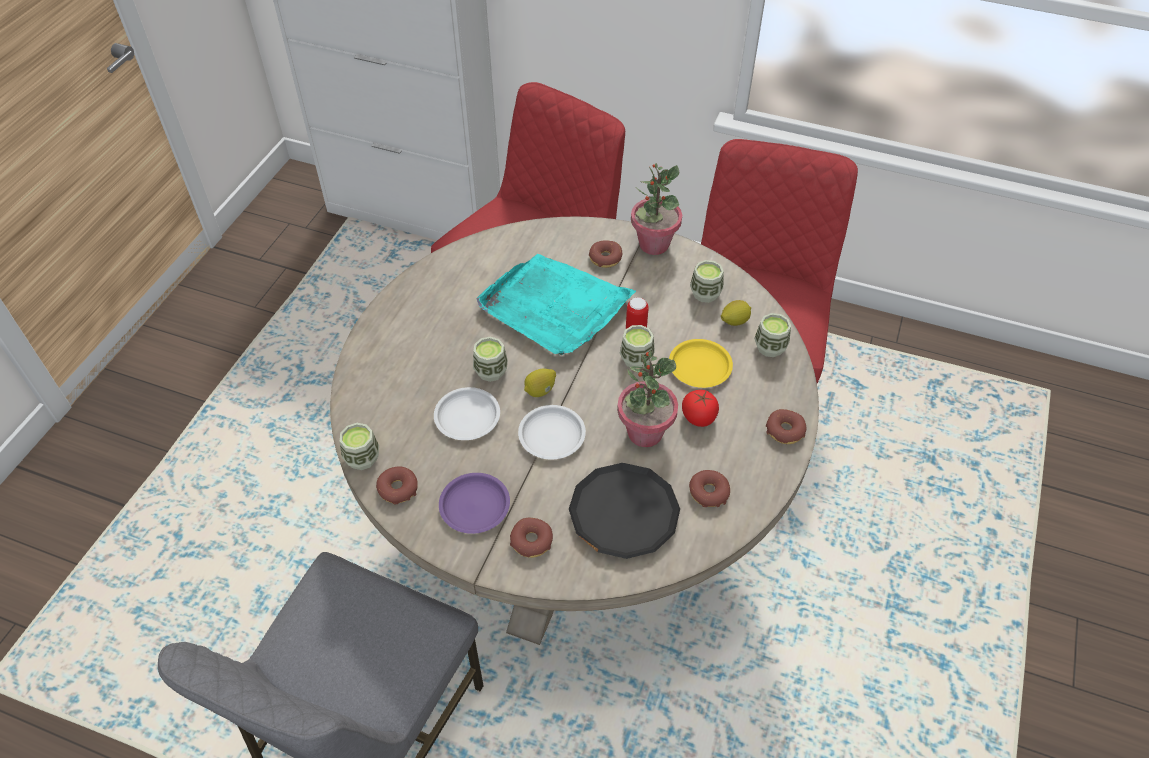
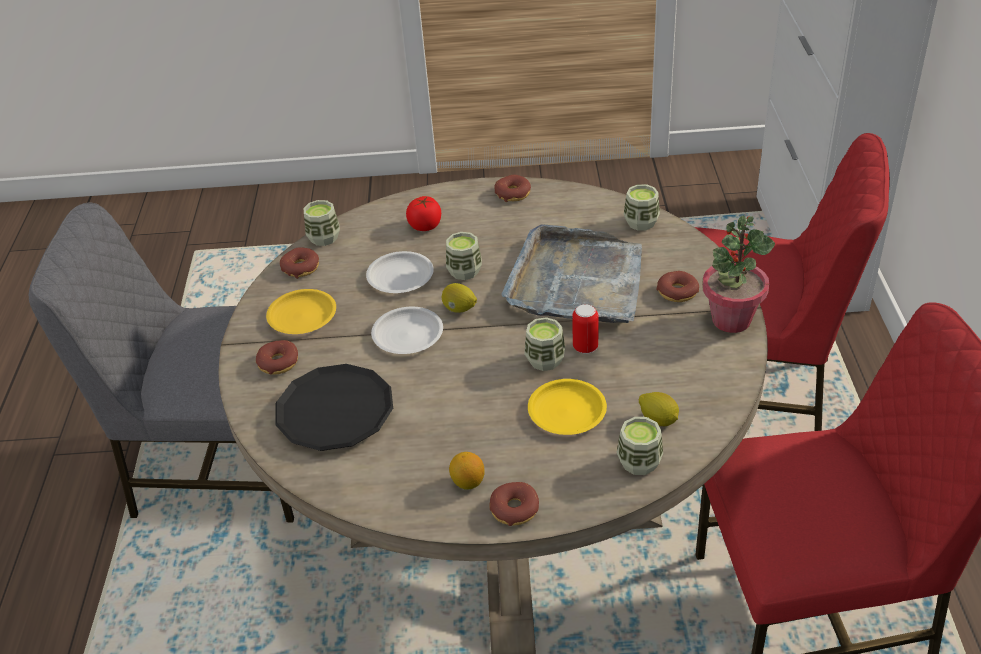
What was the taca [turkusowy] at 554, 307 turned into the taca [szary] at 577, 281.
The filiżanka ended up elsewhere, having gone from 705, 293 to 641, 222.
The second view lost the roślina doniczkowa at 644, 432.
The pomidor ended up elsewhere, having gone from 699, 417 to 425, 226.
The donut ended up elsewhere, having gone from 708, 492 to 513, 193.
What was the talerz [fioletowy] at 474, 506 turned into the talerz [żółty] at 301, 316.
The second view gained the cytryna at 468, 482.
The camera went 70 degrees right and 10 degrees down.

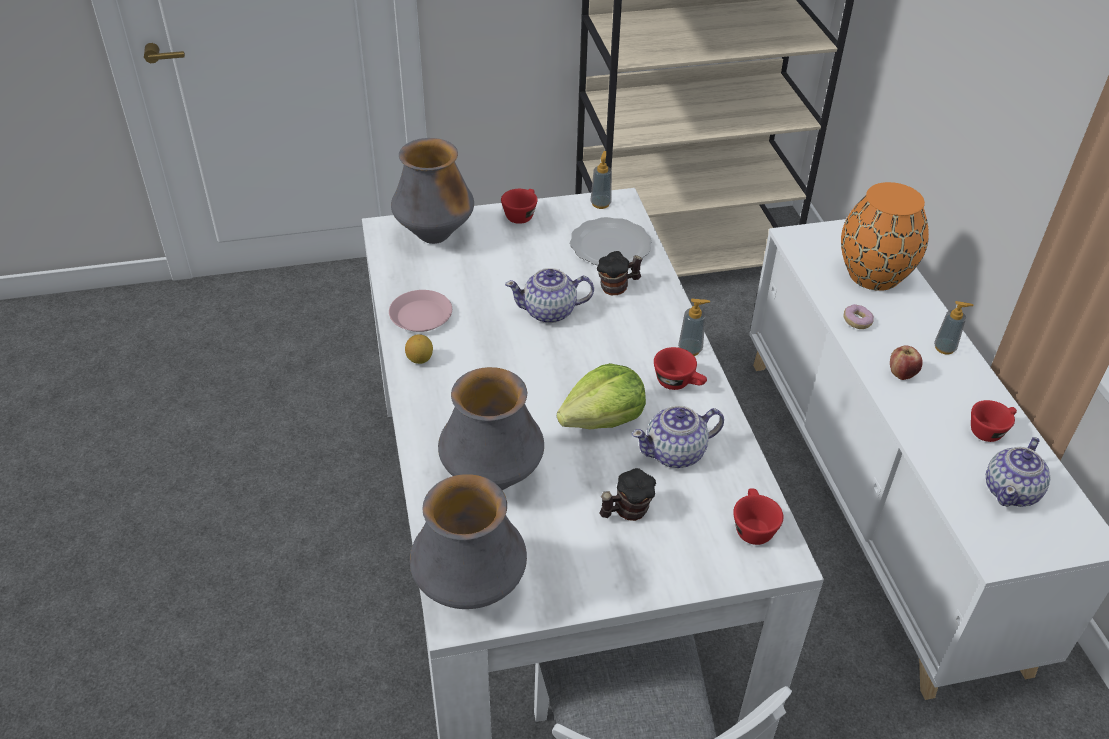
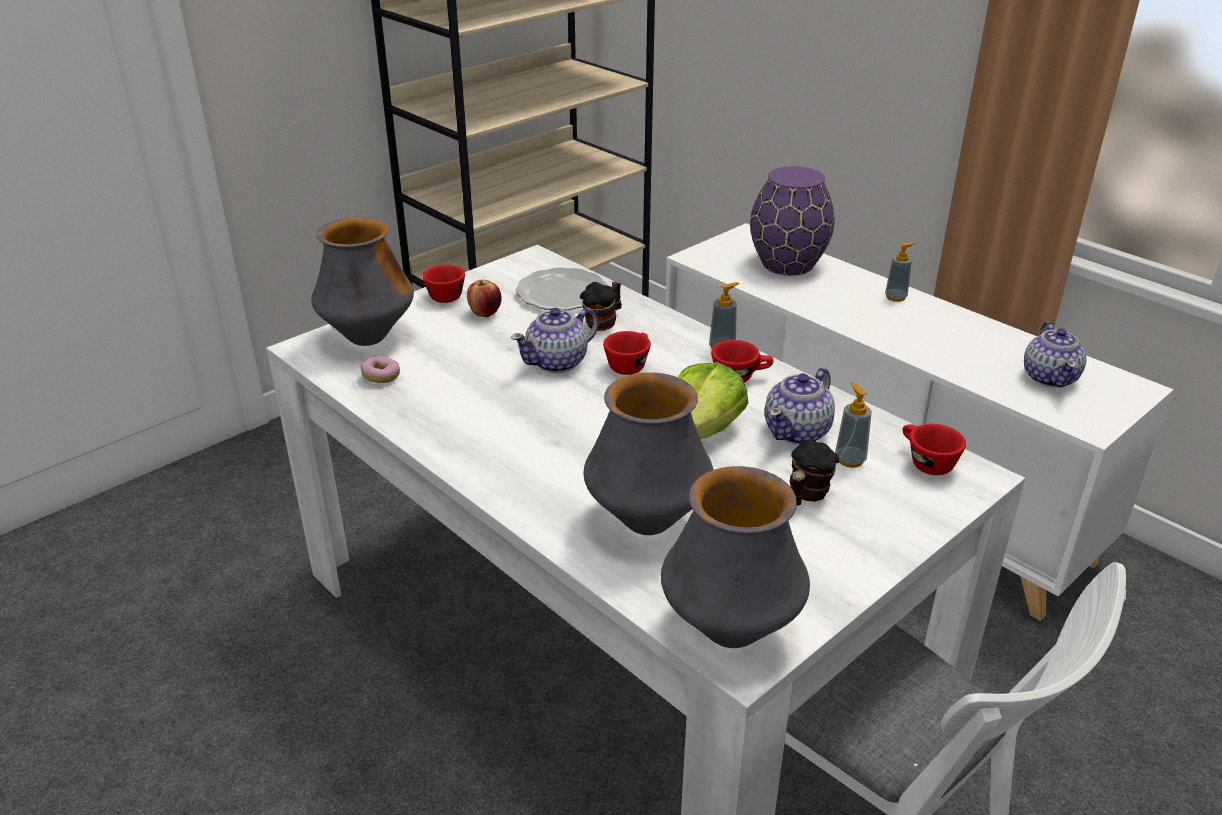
The dozownik mydła ended up elsewhere, having gone from 600, 204 to 850, 460.
What was the wazon [pomarańczowy] at 874, 275 turned into the wazon [fioletowy] at 788, 264.
The second view lost the talerz [różowy] at 420, 316.
The donut ended up elsewhere, having gone from 857, 322 to 381, 377.
The second view lost the cytryna at 420, 359.
The jabłko ended up elsewhere, having gone from 901, 374 to 485, 313.
The filiżanka [czerwony] ended up elsewhere, having gone from 989, 430 to 629, 365.
The camera went 30 degrees left and 10 degrees down.

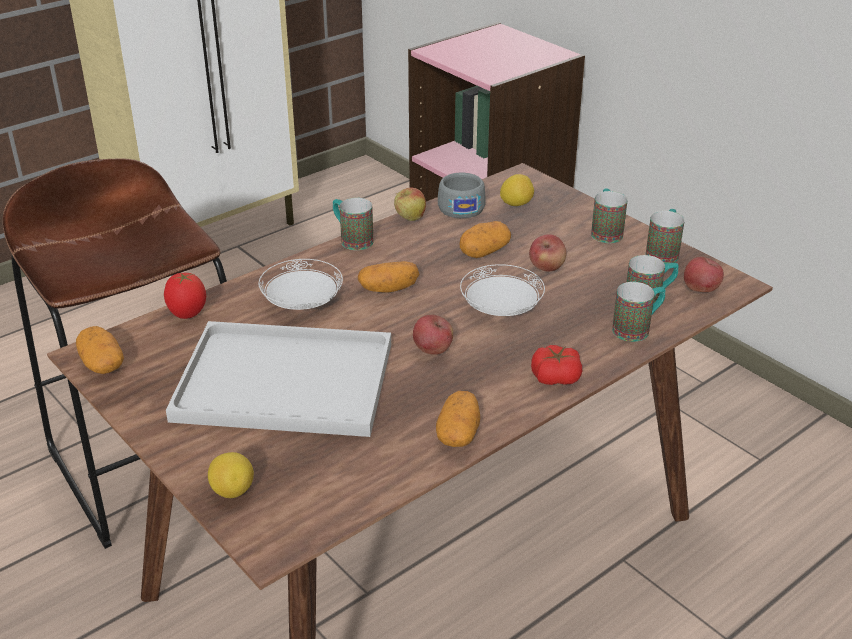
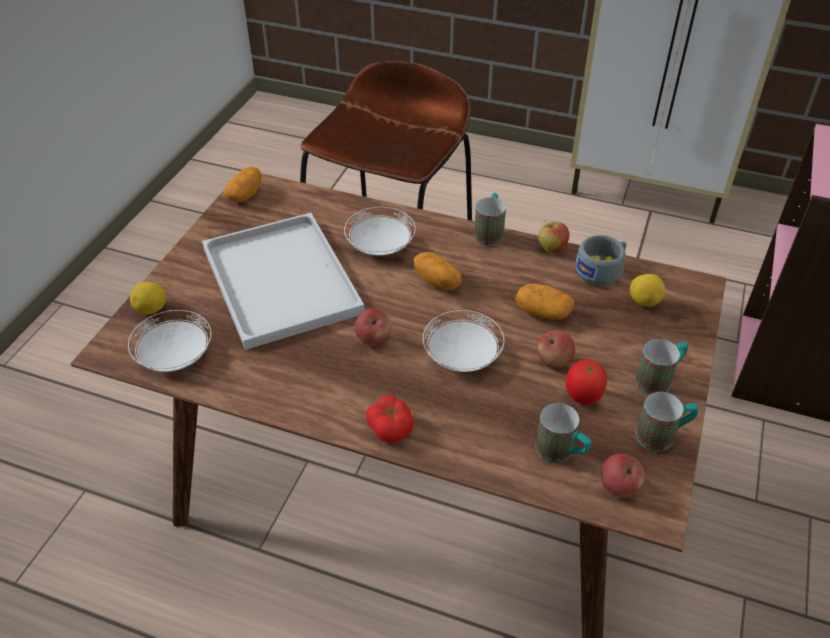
The pomidor ended up elsewhere, having gone from 187, 314 to 582, 397.
The second view lost the kubek at 637, 329.
The second view lost the ziemniak at 458, 433.
The second view gained the talerz [biały] at 174, 356.
The camera went 60 degrees right and 10 degrees up.

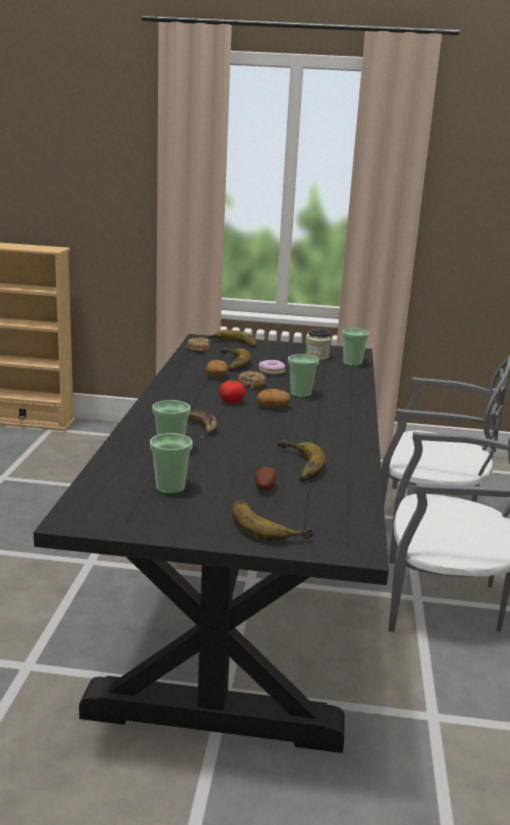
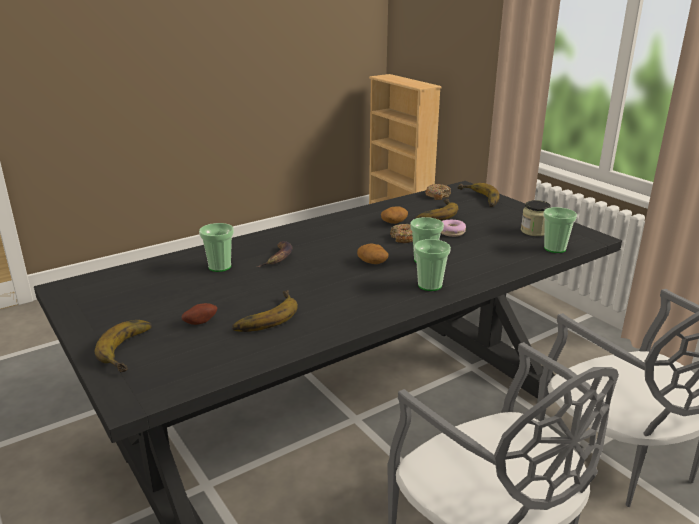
The second view lost the pomidor at 231, 402.
The filiżanka ended up elsewhere, having gone from 170, 488 to 430, 285.
The camera went 50 degrees right and 5 degrees up.

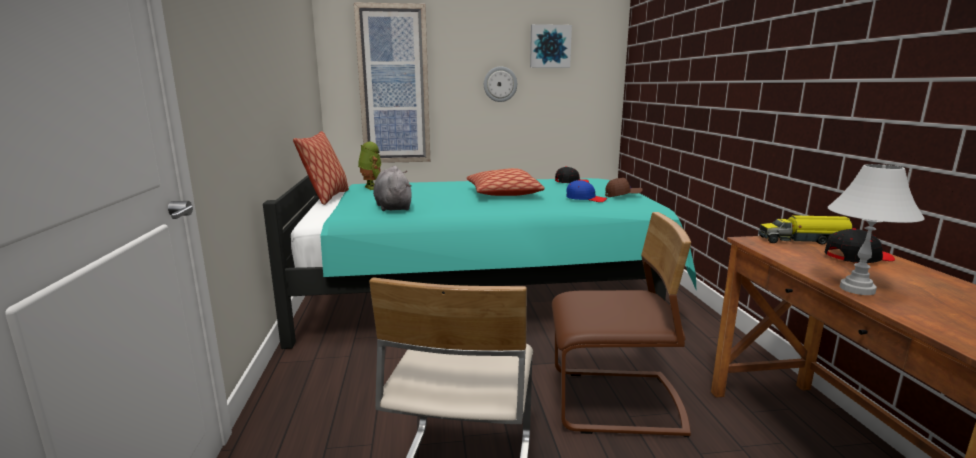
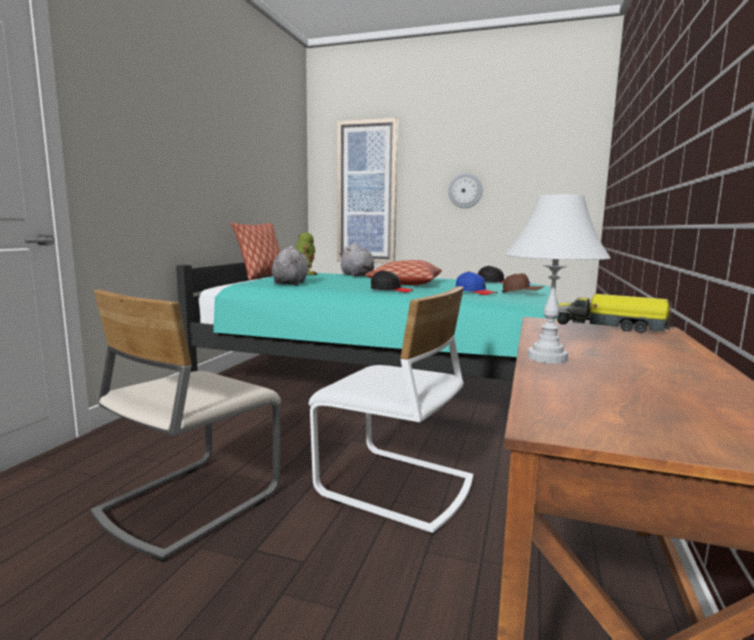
The second view lost the obraz at 550, 46.
What was the krzesło [brązowy] at 615, 403 turned into the krzesło [biały] at 395, 488.
The czapka z daszkiem [czarny] ended up elsewhere, having gone from 857, 257 to 391, 290.
The second view gained the pluszak [szary] at 357, 276.
The camera went 25 degrees right and 5 degrees down.

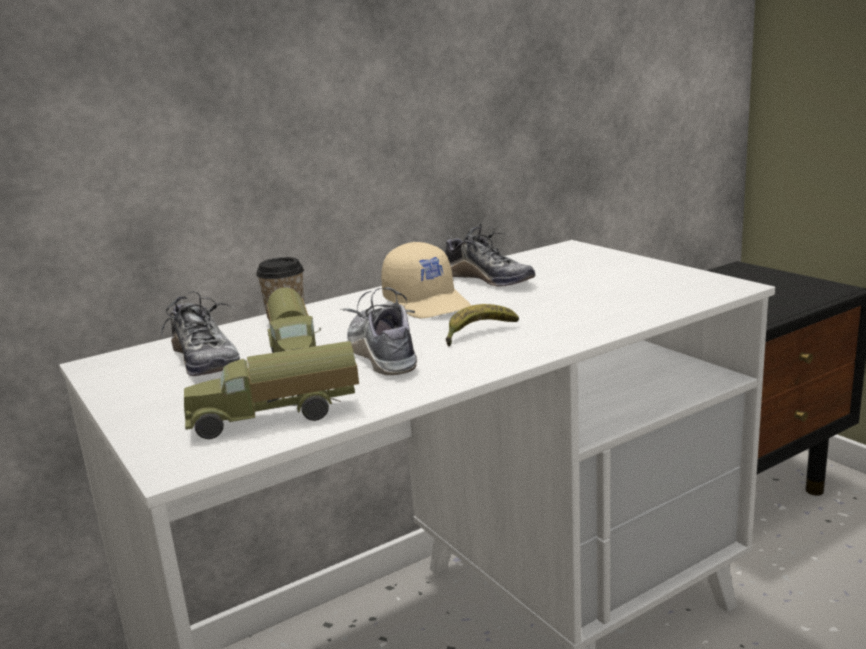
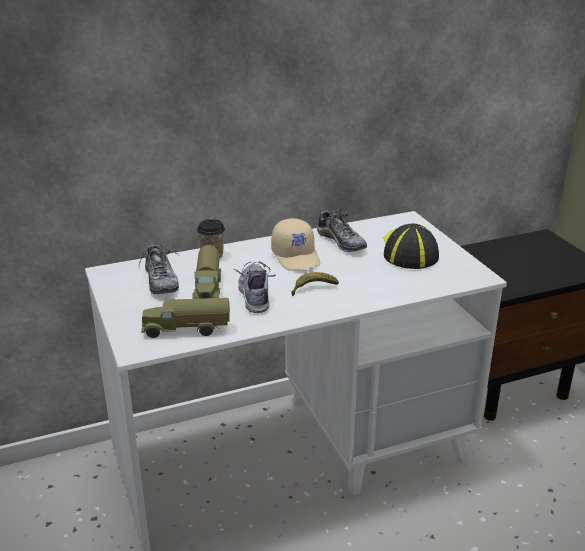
The second view gained the czapka z daszkiem at 408, 251.
The camera went 10 degrees right and 10 degrees up.

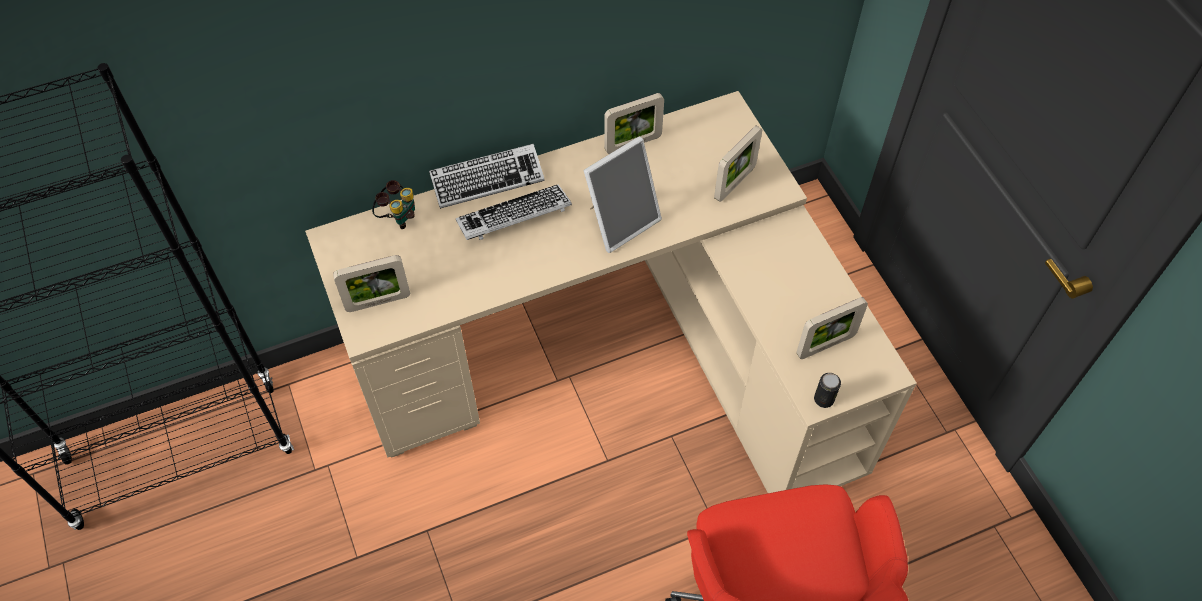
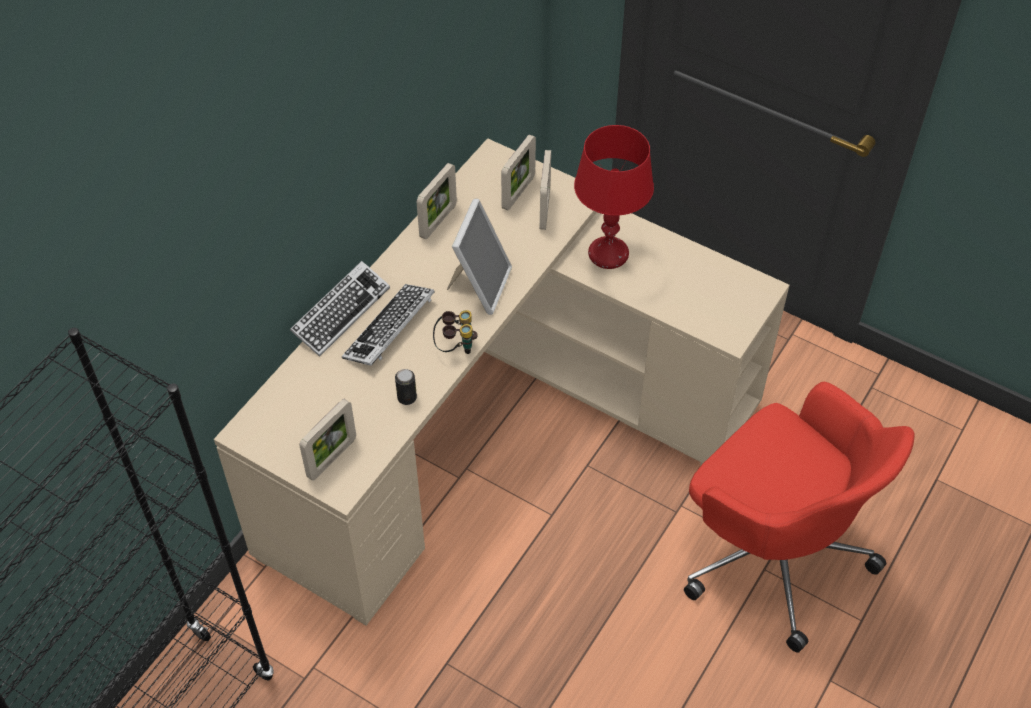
The lornetka ended up elsewhere, having gone from 398, 217 to 455, 346.
The ramka na zdjęcie ended up elsewhere, having gone from 825, 345 to 518, 192.
The puszka ended up elsewhere, having gone from 824, 399 to 407, 398.
The second view gained the lampa stołowa [czerwony] at 607, 254.
The camera went 35 degrees left and 5 degrees down.

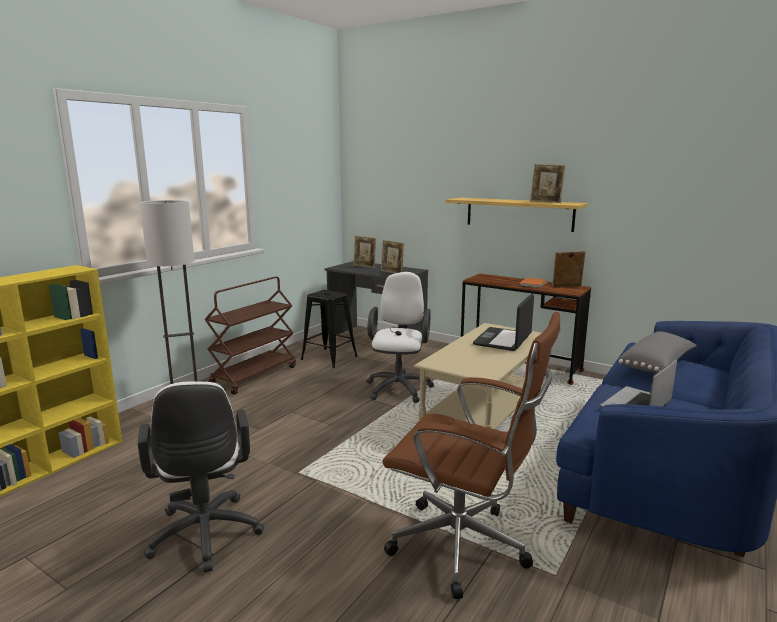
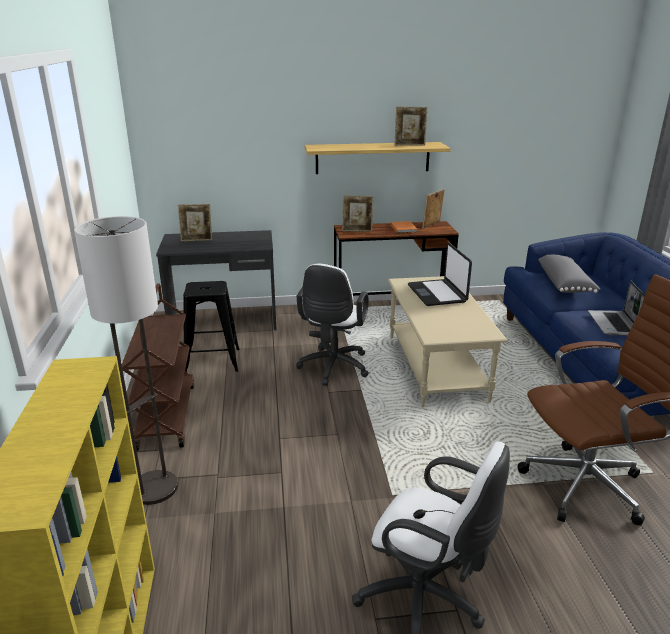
The ramka na zdjęcie ended up elsewhere, having gone from 392, 272 to 357, 231.
The krzesło biurowe [biały] at 399, 387 ended up facing another way, 135 degrees counterclockwise from before.
The camera went 40 degrees left and 10 degrees up.

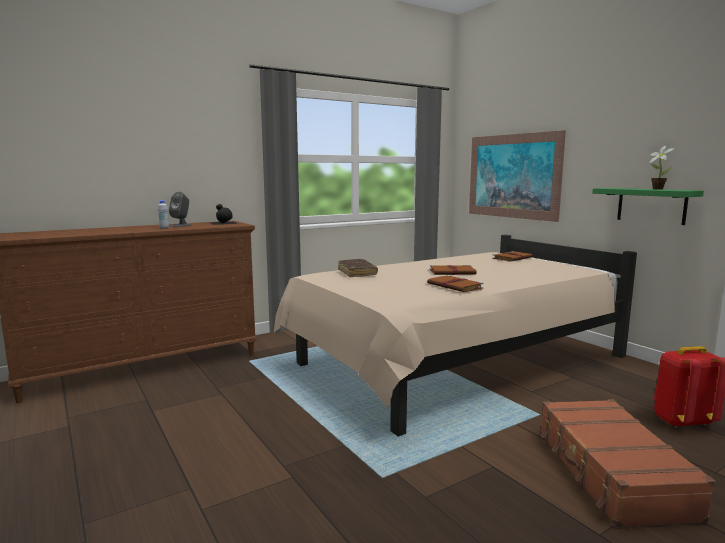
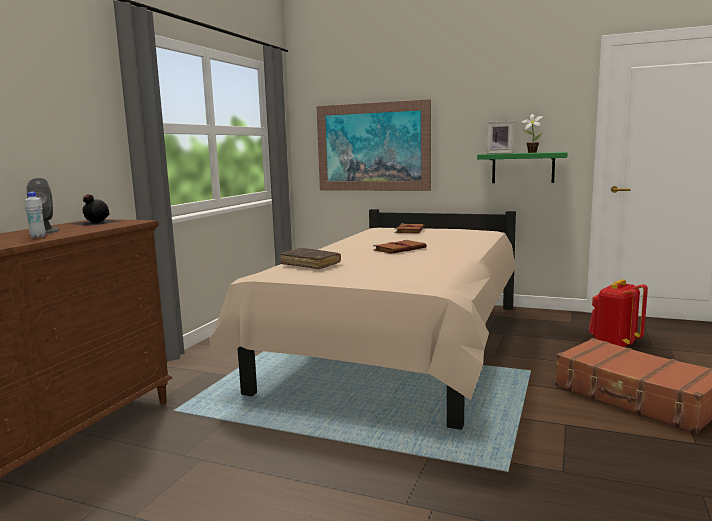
The second view lost the książka [brązowy] at 455, 286.
The second view gained the ramka na zdjęcie at 500, 153.
The camera went 35 degrees left and 0 degrees up.

